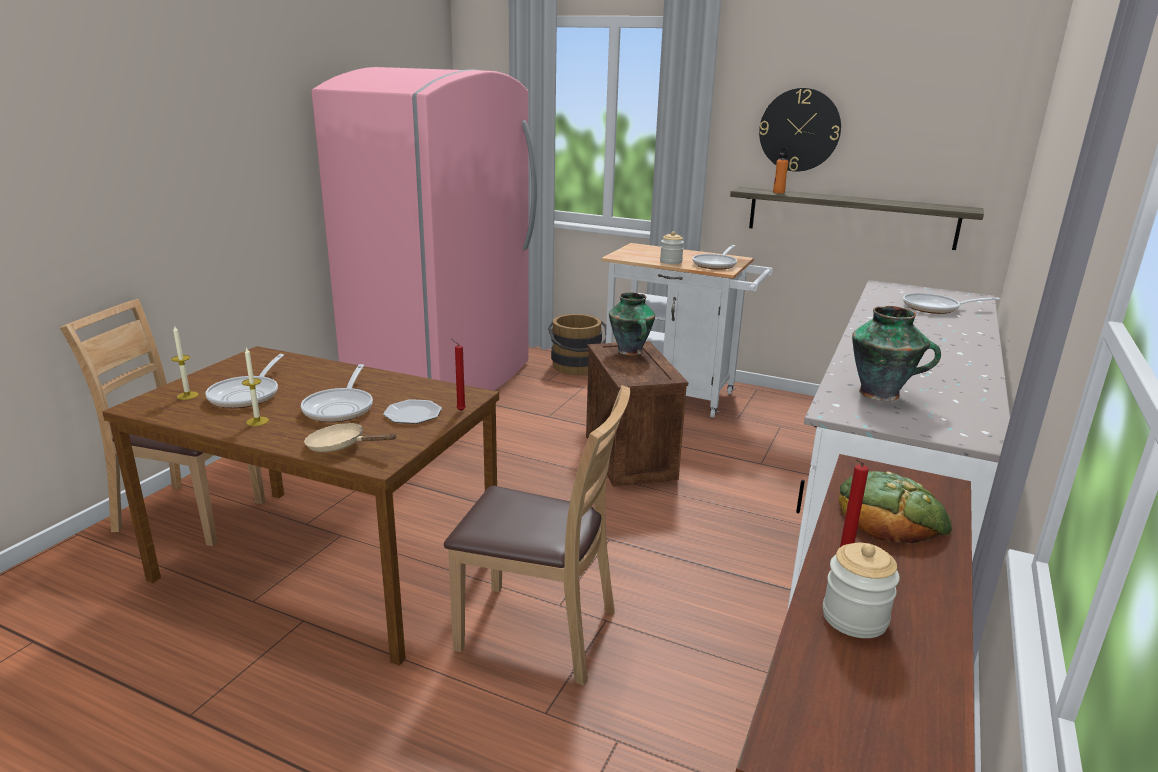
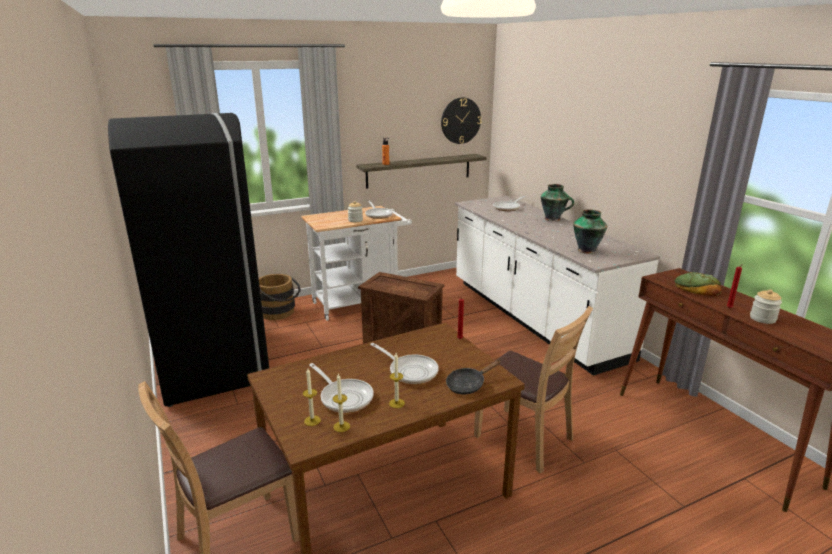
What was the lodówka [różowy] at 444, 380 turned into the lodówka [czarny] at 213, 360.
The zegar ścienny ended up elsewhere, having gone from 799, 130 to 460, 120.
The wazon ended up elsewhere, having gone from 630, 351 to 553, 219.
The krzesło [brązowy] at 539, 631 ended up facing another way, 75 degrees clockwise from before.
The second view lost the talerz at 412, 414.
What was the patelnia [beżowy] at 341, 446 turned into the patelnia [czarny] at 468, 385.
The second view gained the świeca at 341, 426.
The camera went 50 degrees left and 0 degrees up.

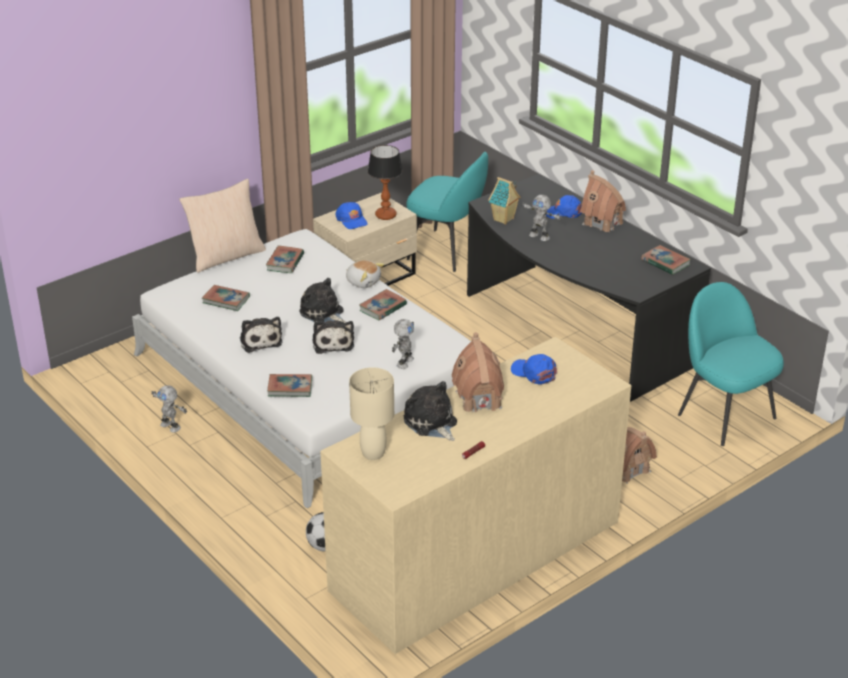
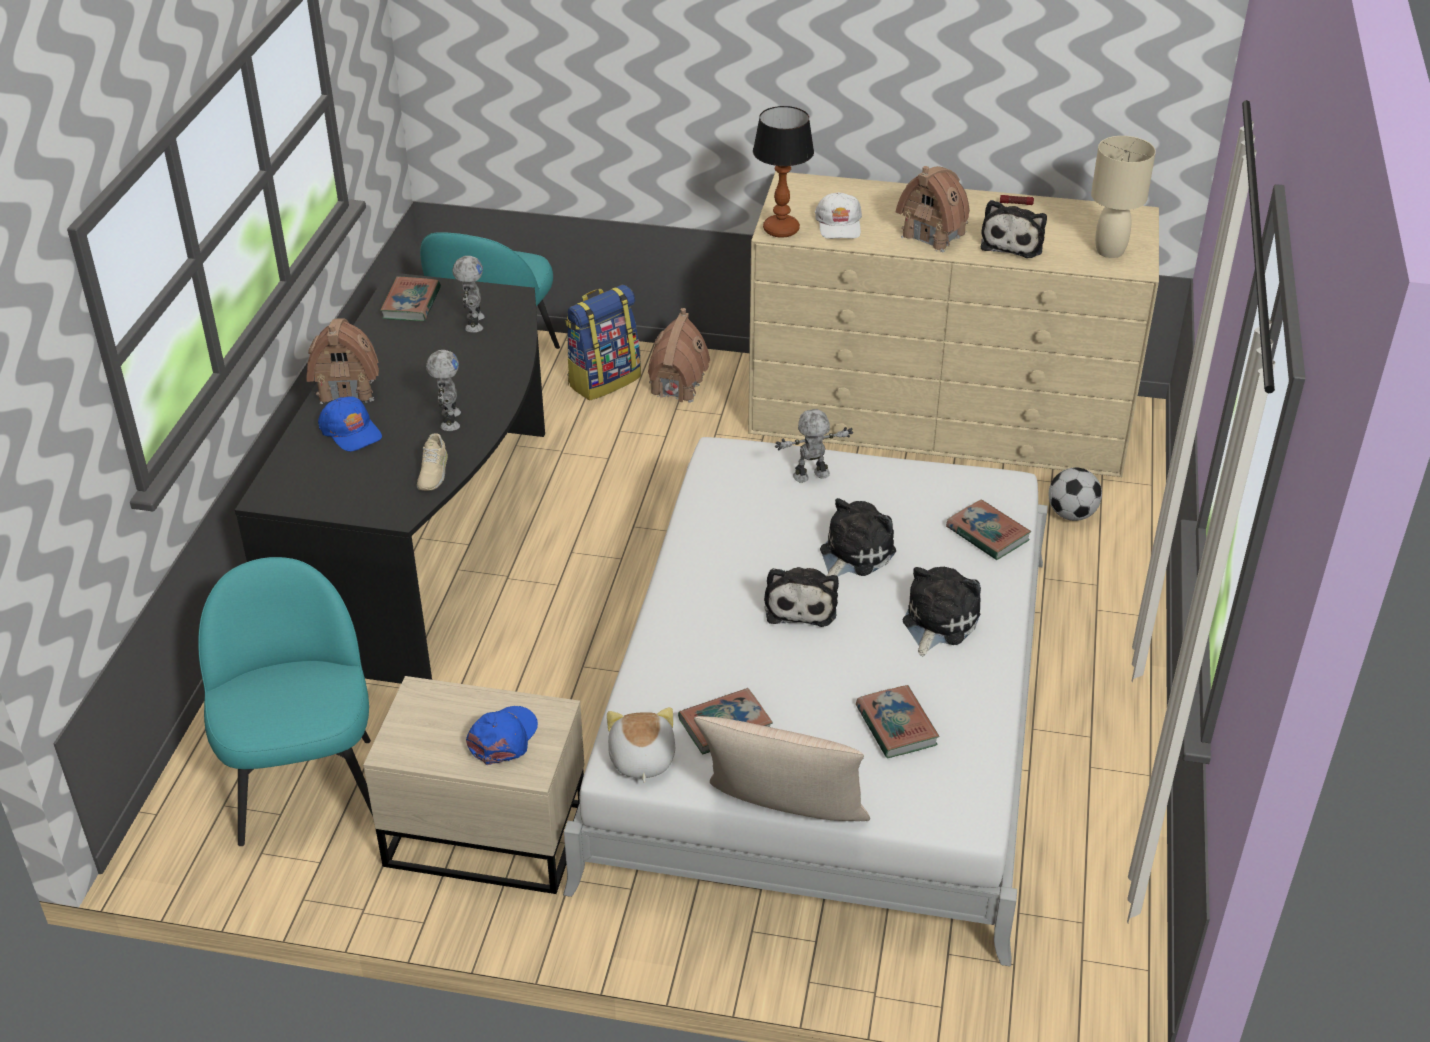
The lampa stołowa ended up elsewhere, having gone from 385, 216 to 781, 229.
Where the domek stood at 504, 219, the but [beżowy] came to stand at 432, 472.
The pluszak ended up elsewhere, having gone from 363, 281 to 641, 760.
The second view lost the książka at 382, 308.
What was the czapka z daszkiem [niebieski] at 534, 373 turned into the czapka z daszkiem [biały] at 839, 224.
The robot zabawkowy ended up elsewhere, having gone from 171, 426 to 473, 323.
The second view gained the plecak at 604, 380.
The camera went 130 degrees left and 5 degrees up.

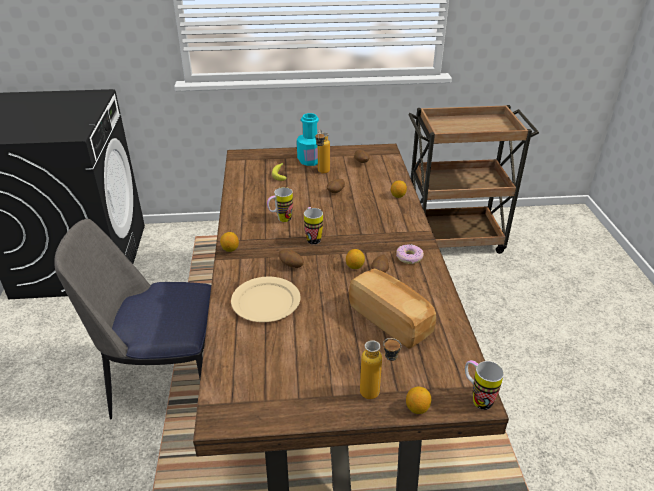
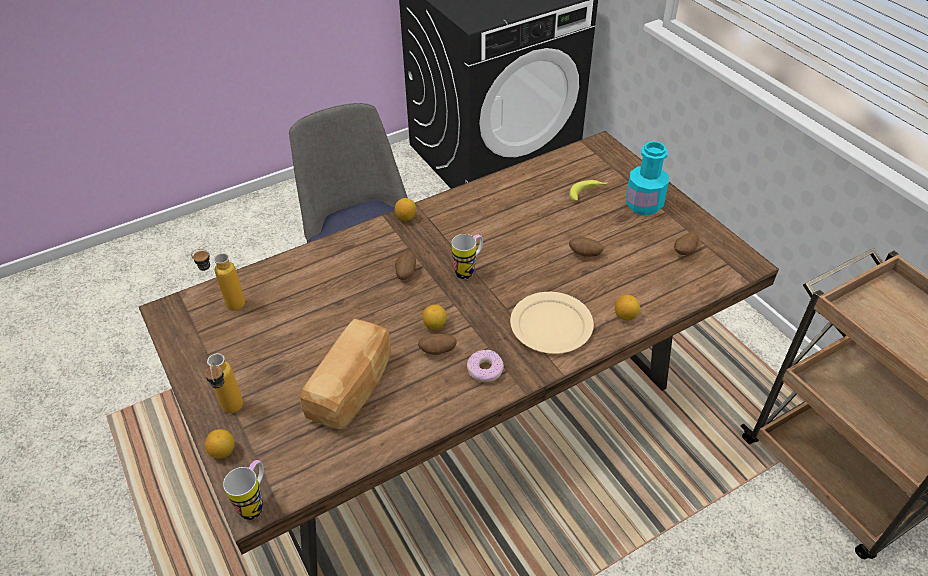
The butelka ended up elsewhere, having gone from 322, 173 to 227, 305.
The second view lost the kubek at 280, 220.
The talerz [beżowy] ended up elsewhere, having gone from 266, 302 to 551, 326.
The camera went 65 degrees right and 10 degrees up.

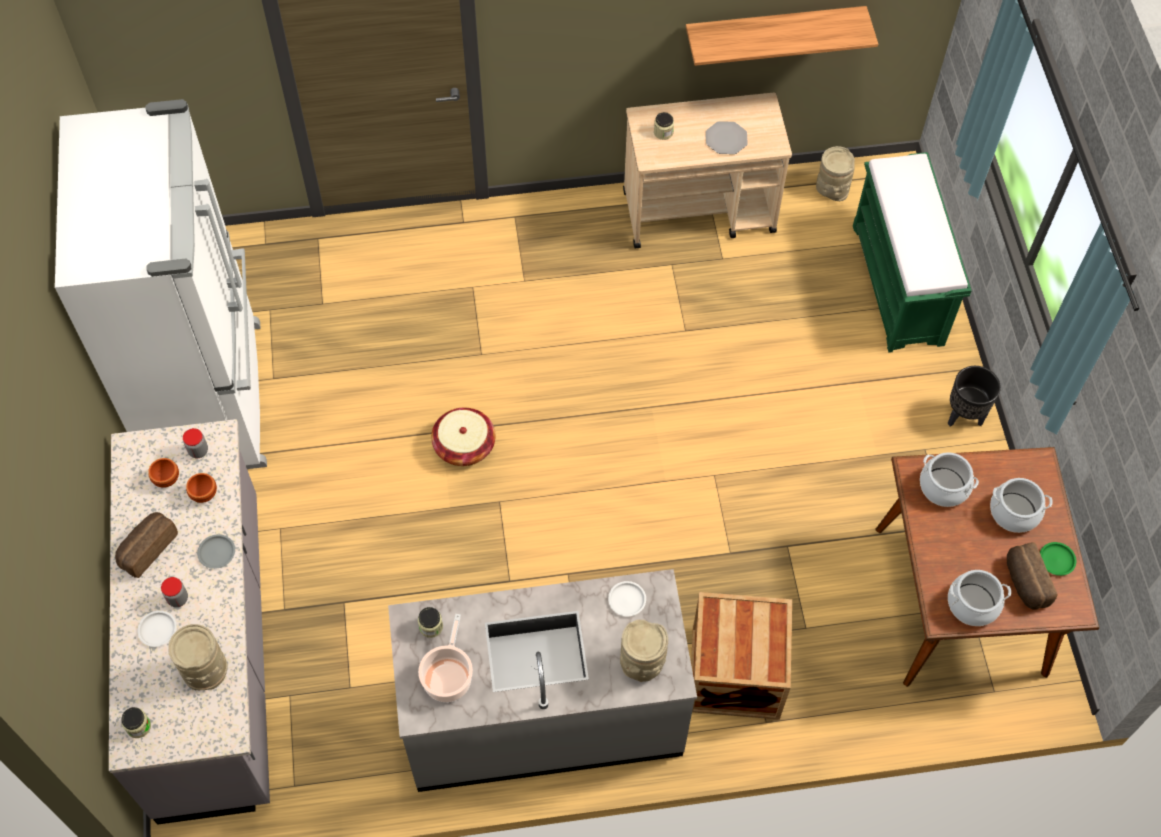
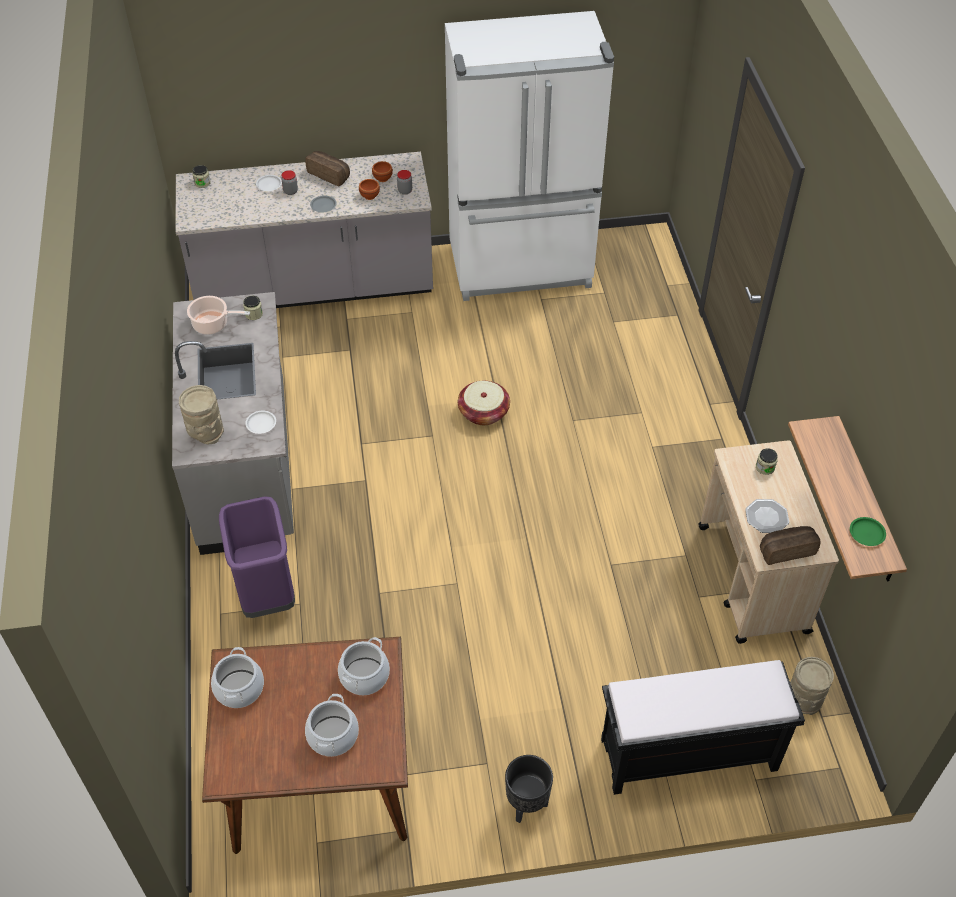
What was the ławka [zielony] at 899, 285 turned into the ławka [czarny] at 687, 755.
The chleb ended up elsewhere, having gone from 1024, 583 to 786, 550.
The talerz [zielony] ended up elsewhere, having gone from 1057, 560 to 866, 533.
Where the skrzynka stood at 735, 672, the kosz na śmieci [fioletowy] came to stand at 267, 593.
The second view lost the wazon [beżowy] at 205, 669.
The camera went 90 degrees right and 10 degrees down.

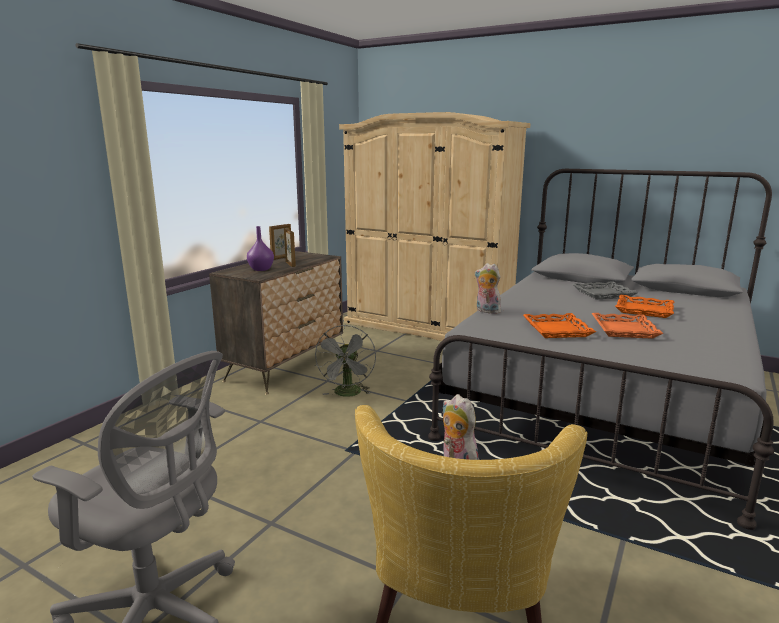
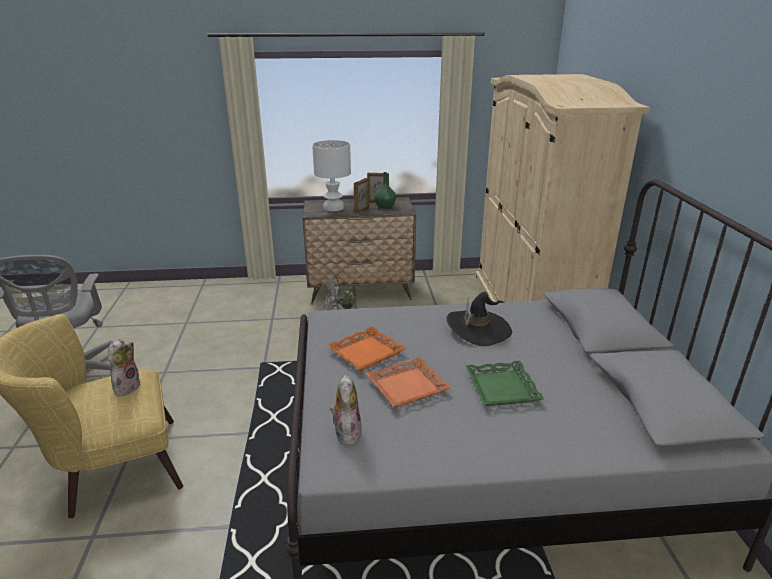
Where the wazon [fioletowy] stood at 261, 269, the lampa stołowa [biały] came to stand at 334, 208.
The pluszak ended up elsewhere, having gone from 486, 311 to 346, 432.
The second view lost the taca [szary] at 603, 294.
What was the taca [pomarańczowy] at 644, 310 turned into the taca [zielony] at 501, 388.
The second view gained the wazon [zielony] at 385, 207.
The second view gained the kapelusz [czarny] at 478, 329.
The camera went 55 degrees right and 10 degrees up.

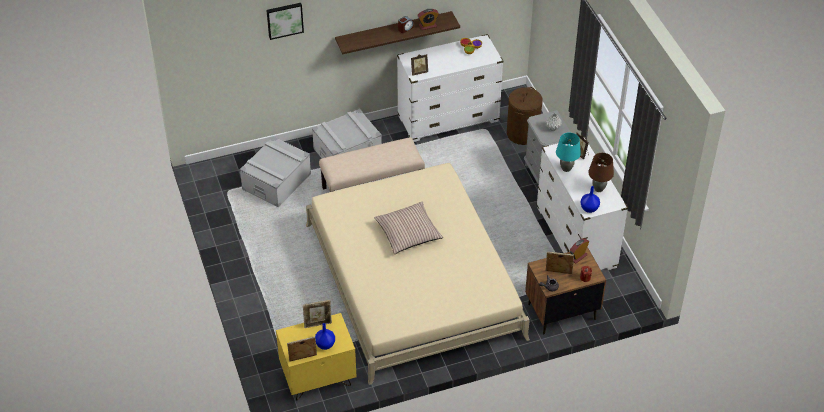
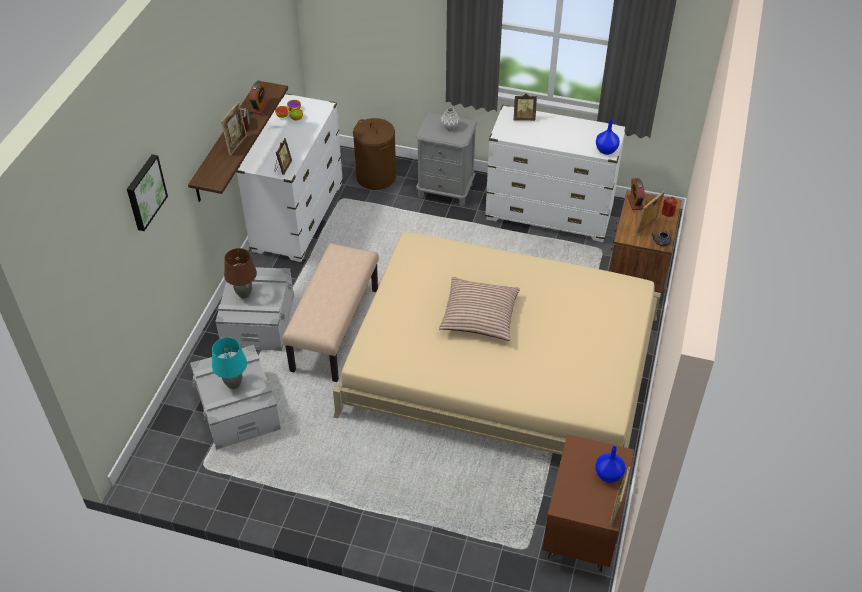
The lampa stołowa [turkusowy] ended up elsewhere, having gone from 566, 168 to 233, 384.
The lampa stołowa [brązowy] ended up elsewhere, having gone from 598, 189 to 244, 294.
The ramka na zdjęcie ended up elsewhere, having gone from 318, 324 to 237, 145.
What was the szafka nocna [żółty] at 318, 379 turned into the szafka nocna [brązowy] at 582, 532.
The camera went 55 degrees left and 0 degrees up.

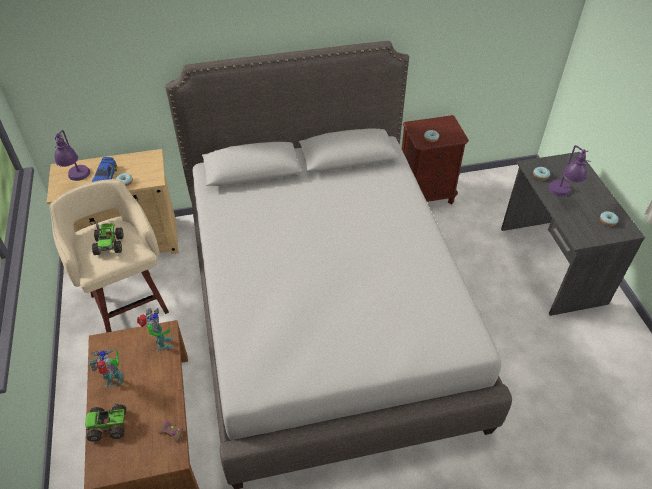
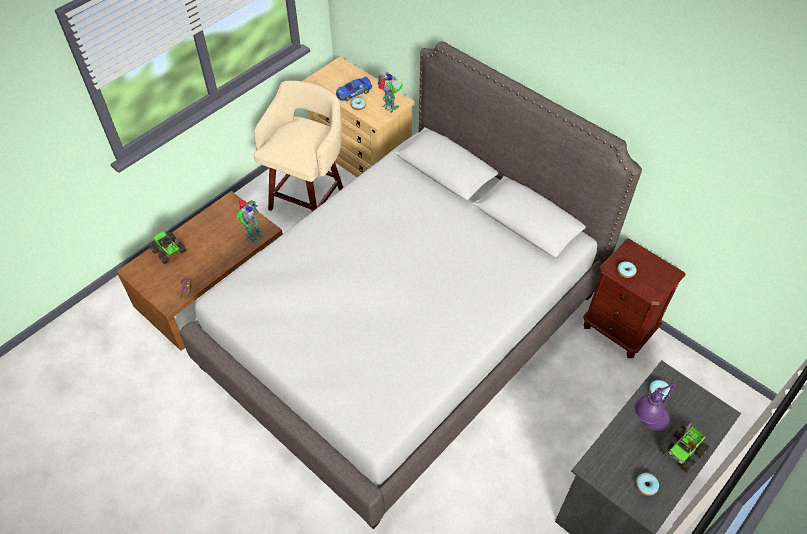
The second view lost the lampa stołowa [fioletowy] at 78, 180.
The ciężarówka zabawkowa ended up elsewhere, having gone from 109, 244 to 682, 451.
The robot zabawkowy ended up elsewhere, having gone from 115, 381 to 389, 108.
The camera went 55 degrees right and 5 degrees up.

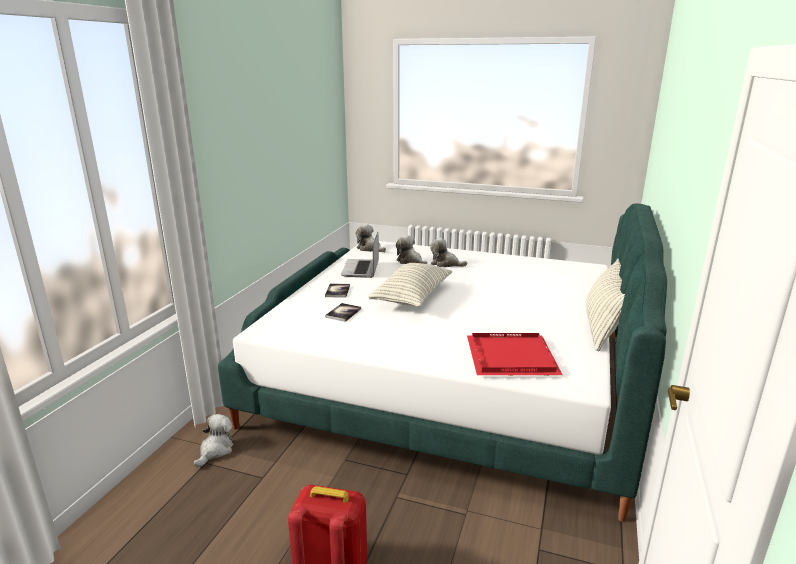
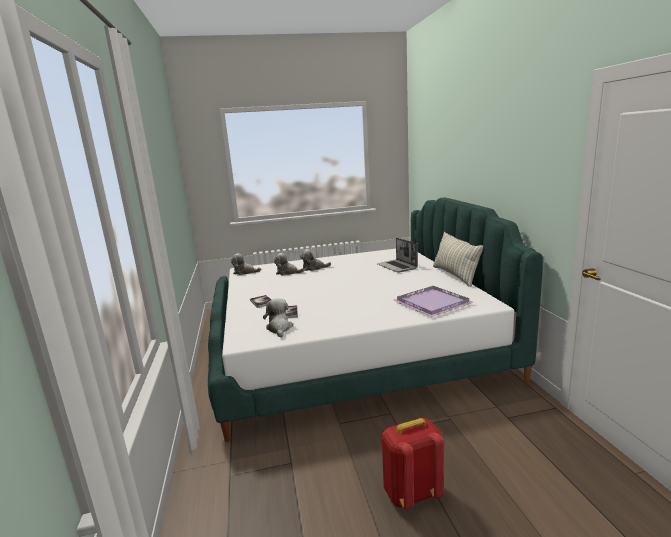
The laptop ended up elsewhere, having gone from 361, 269 to 397, 267.
The second view lost the poduszka at 412, 297.
What was the taca [czerwony] at 509, 356 turned into the taca [fioletowy] at 430, 303.
The pluszak ended up elsewhere, having gone from 215, 450 to 279, 328.
The camera went 30 degrees left and 5 degrees down.

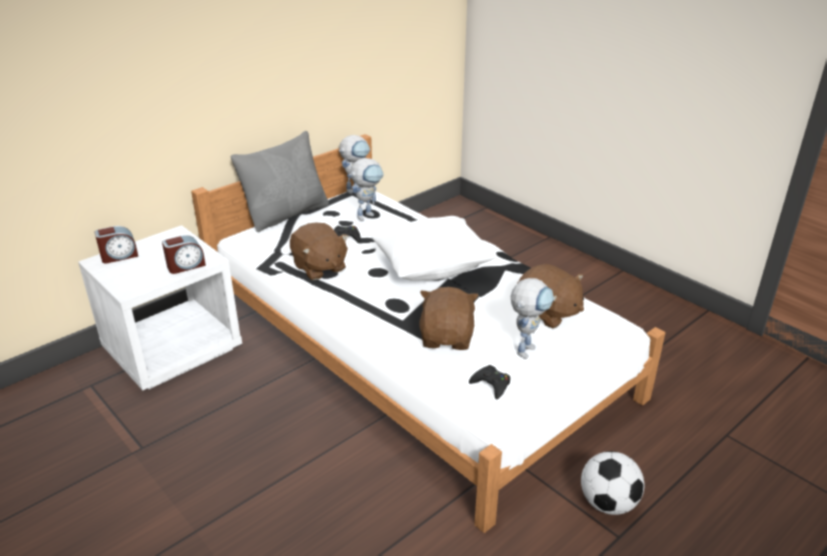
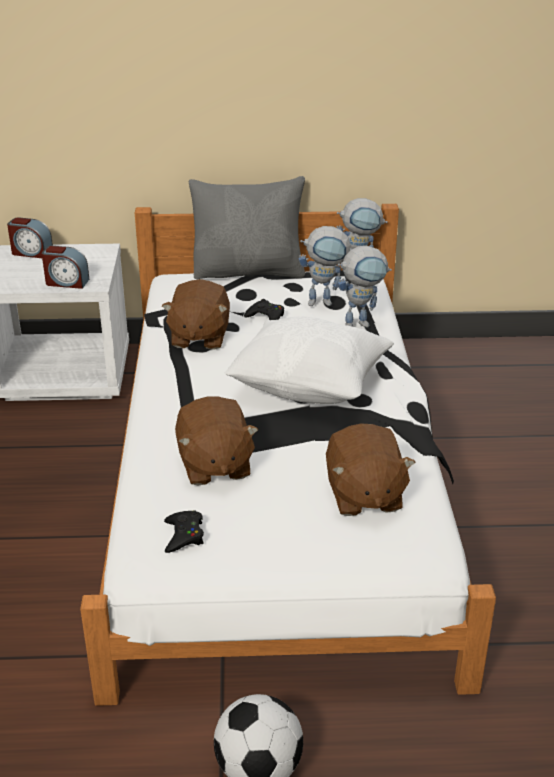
The robot zabawkowy ended up elsewhere, having gone from 526, 347 to 362, 323.
The pluszak [brązowy] at 447, 338 ended up facing another way, 120 degrees clockwise from before.
The camera went 40 degrees right and 0 degrees up.

